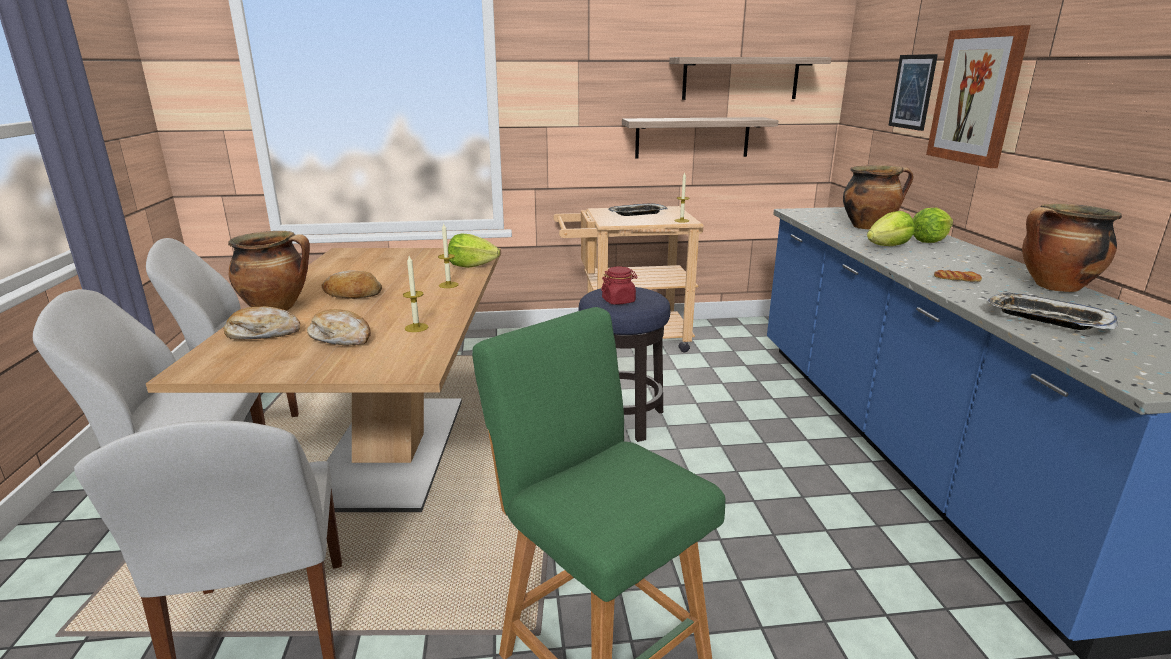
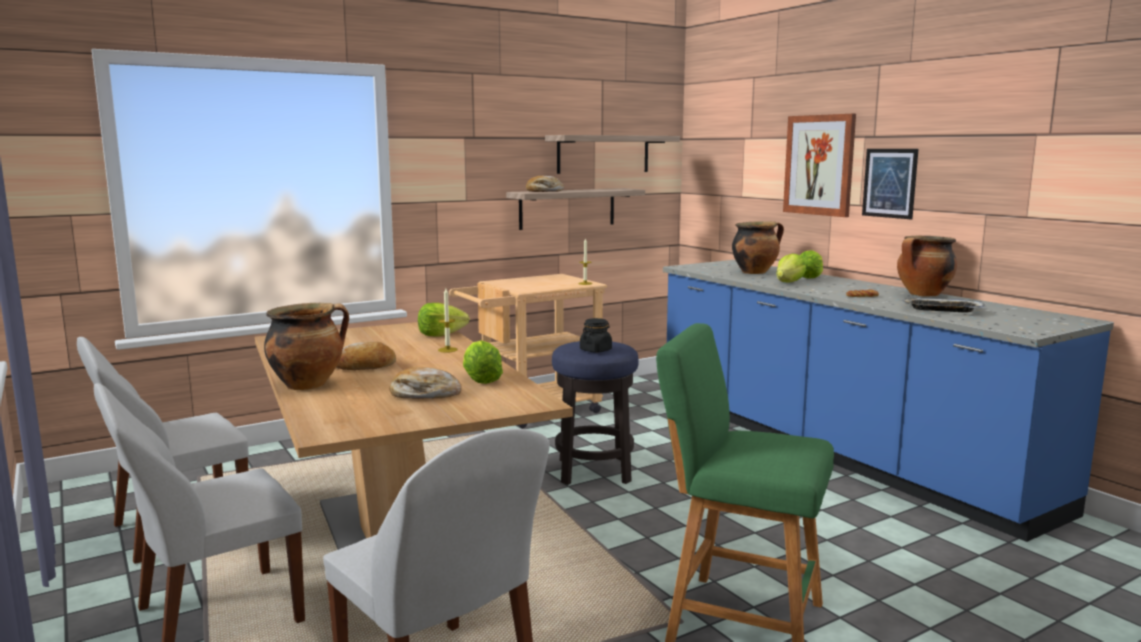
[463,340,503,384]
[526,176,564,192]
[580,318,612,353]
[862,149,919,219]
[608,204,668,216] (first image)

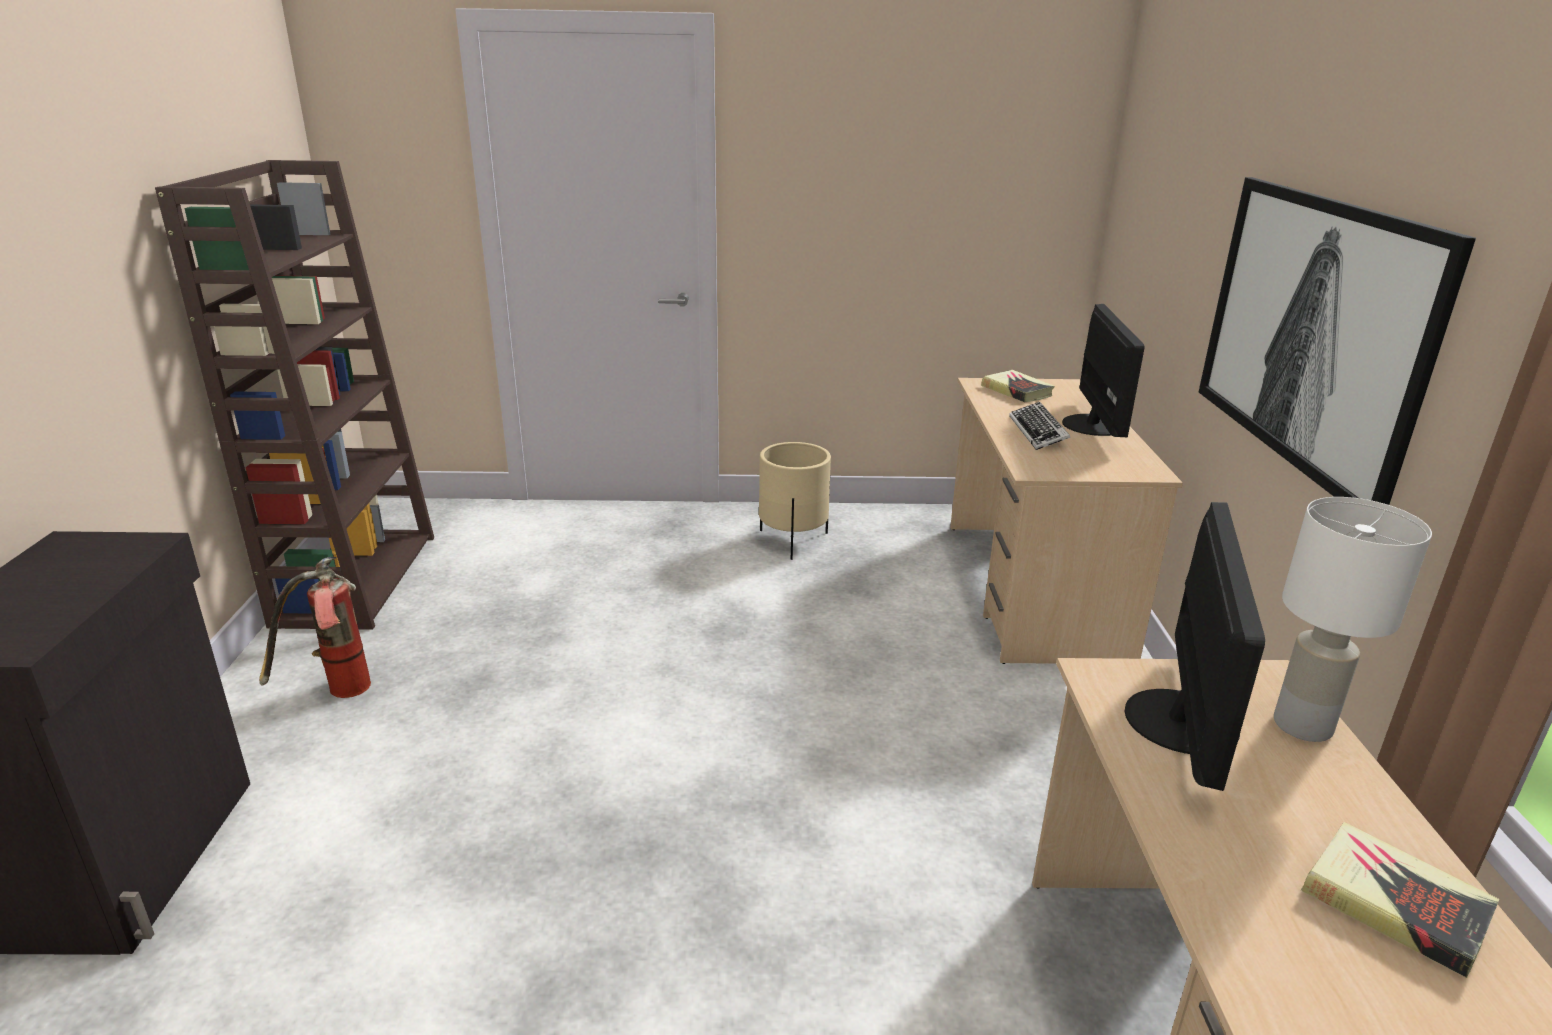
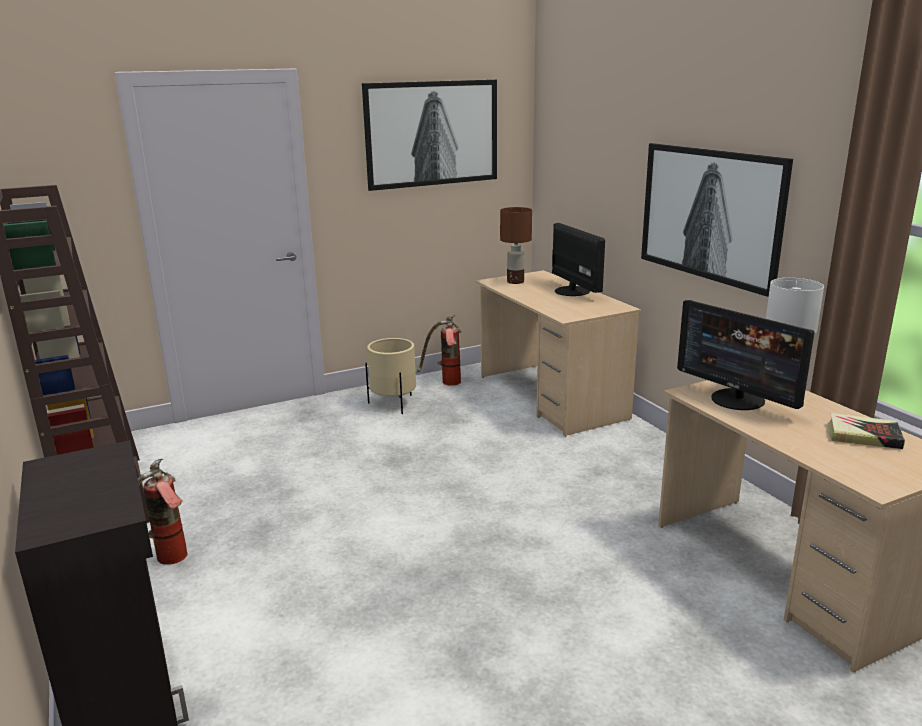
[362,80,497,191]
[417,315,462,386]
[500,207,532,284]
[677,300,814,410]
[1009,402,1071,450] (first image)

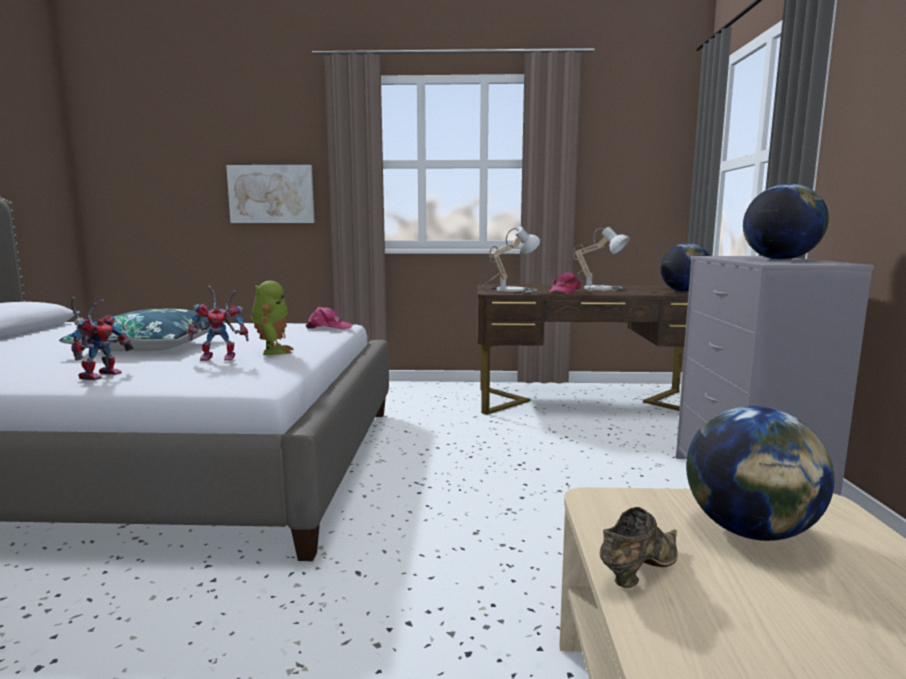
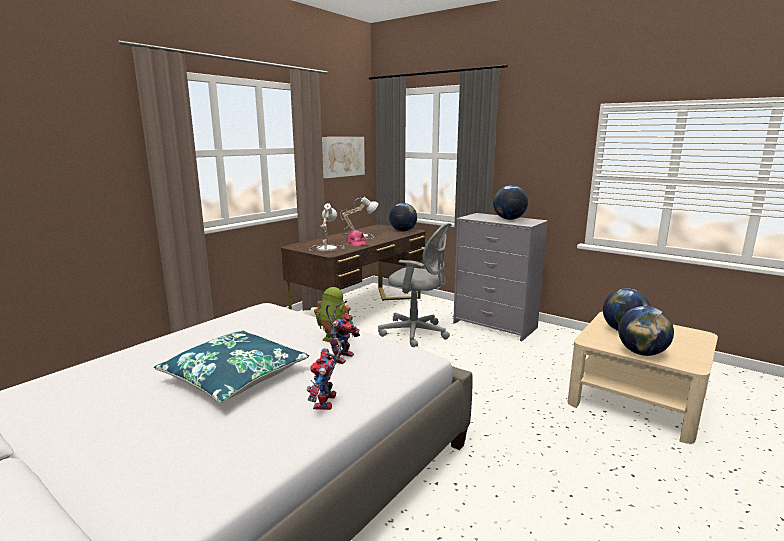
[307,338,341,410]
[322,137,365,178]
[378,223,452,347]
[618,306,674,356]
[306,307,353,330] (first image)

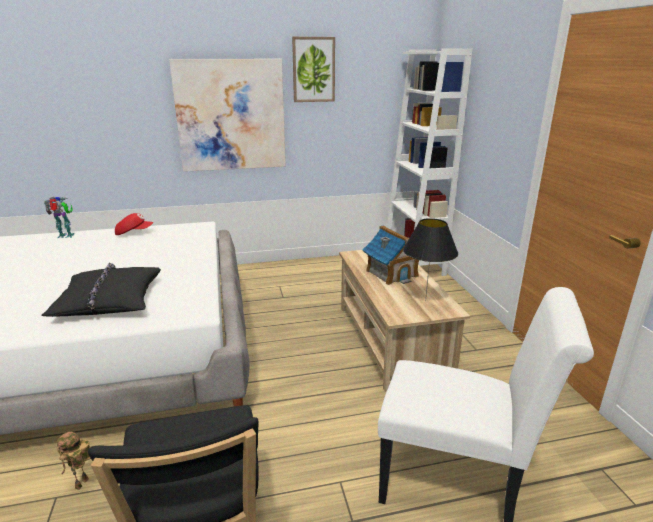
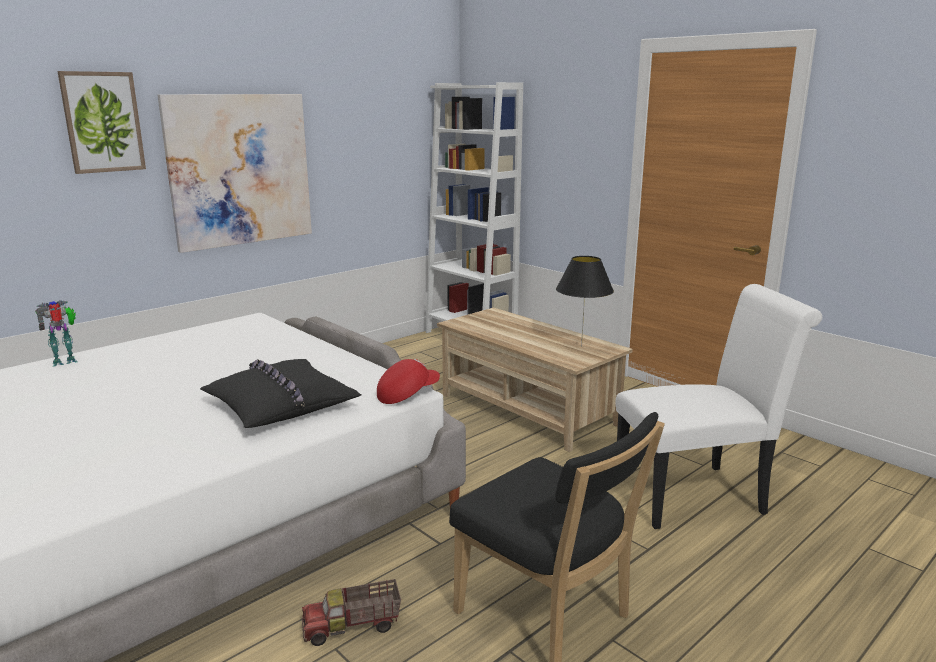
[57,71,146,174]
[302,579,401,646]
[377,359,440,404]
[362,226,419,285] (first image)

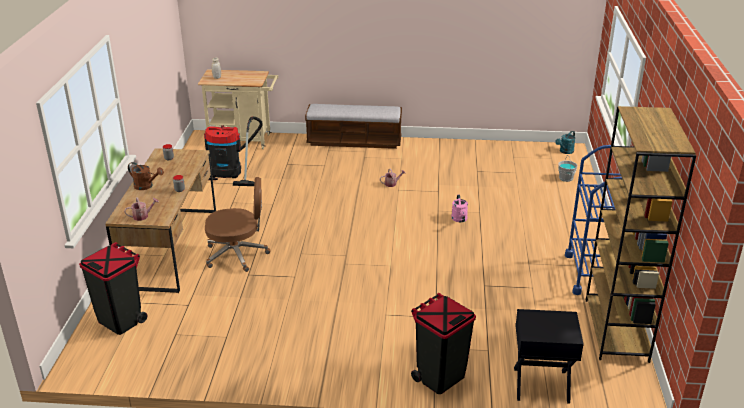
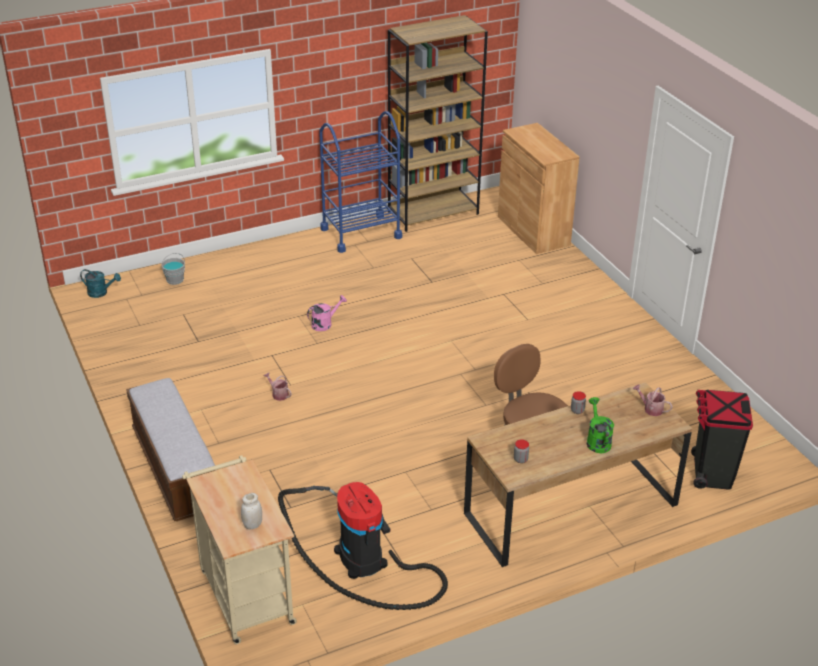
[498,123,580,254]
[587,397,614,453]
[411,293,476,394] (first image)

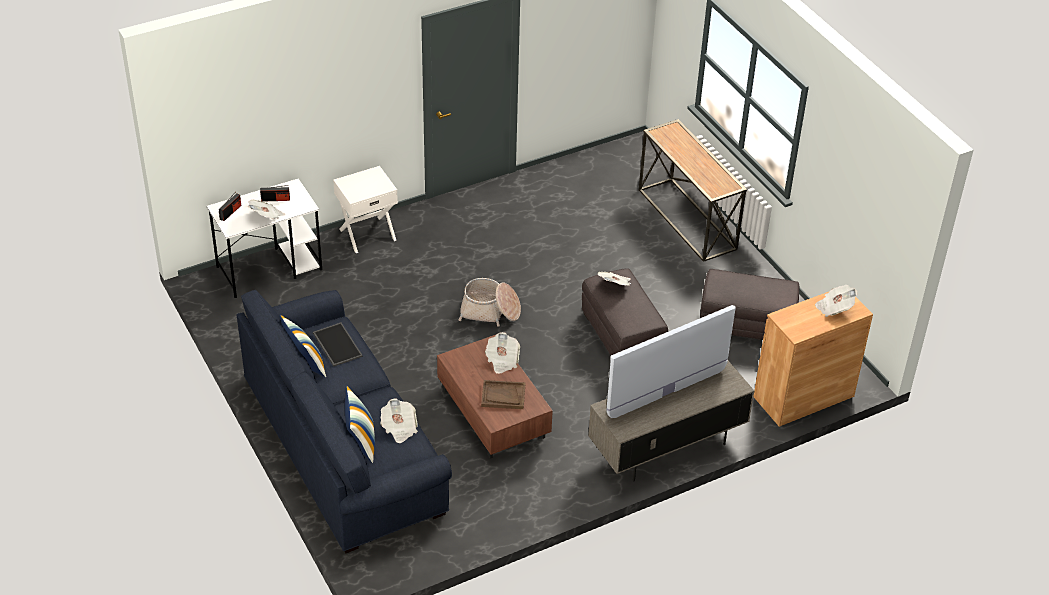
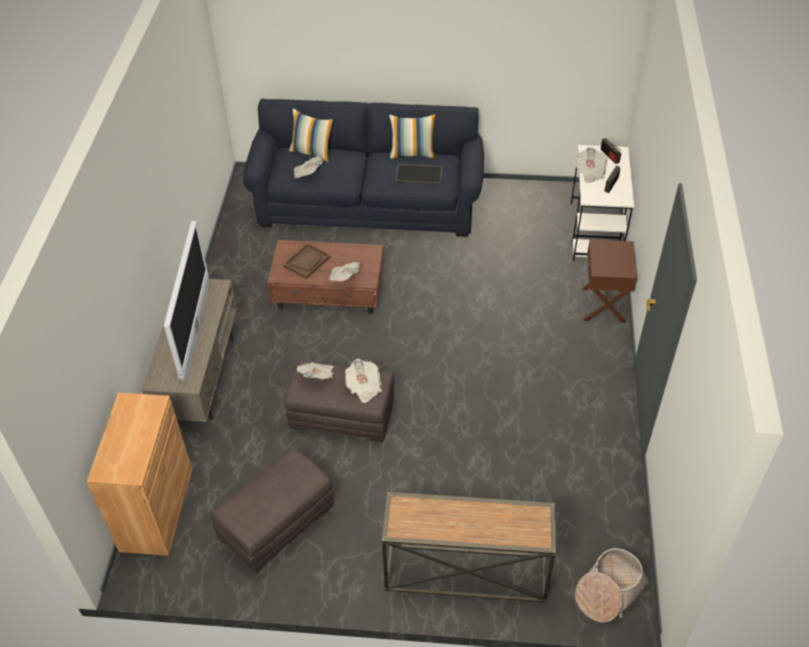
[297,362,334,379]
[575,548,650,623]
[582,239,637,323]

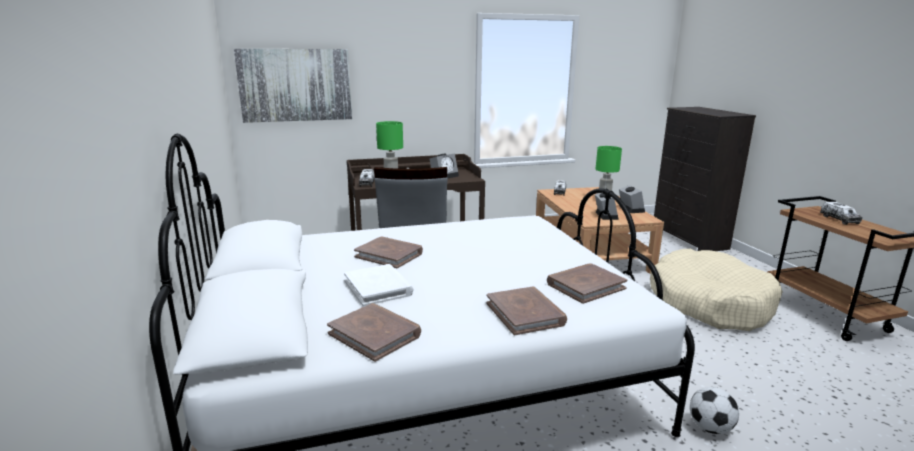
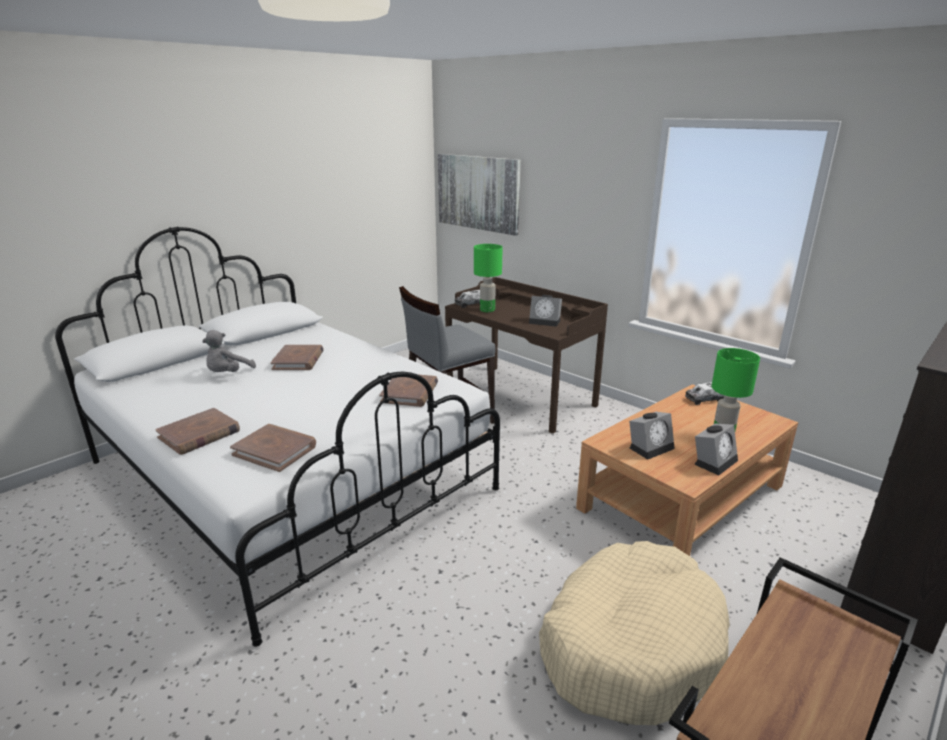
[202,330,256,372]
[379,374,438,407]
[690,387,739,434] (first image)
[820,202,862,225] (first image)

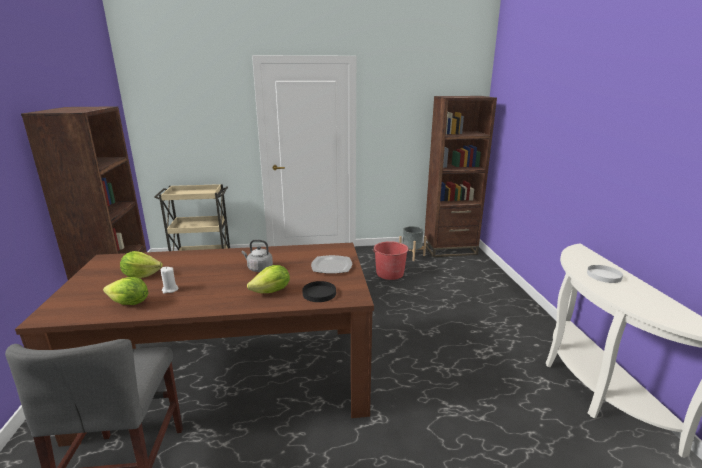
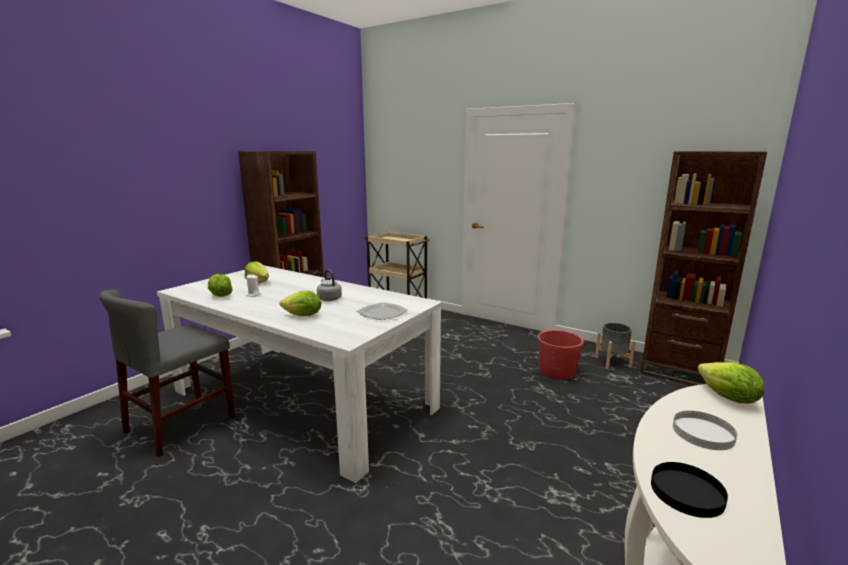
[157,265,443,483]
[651,462,728,518]
[698,362,765,403]

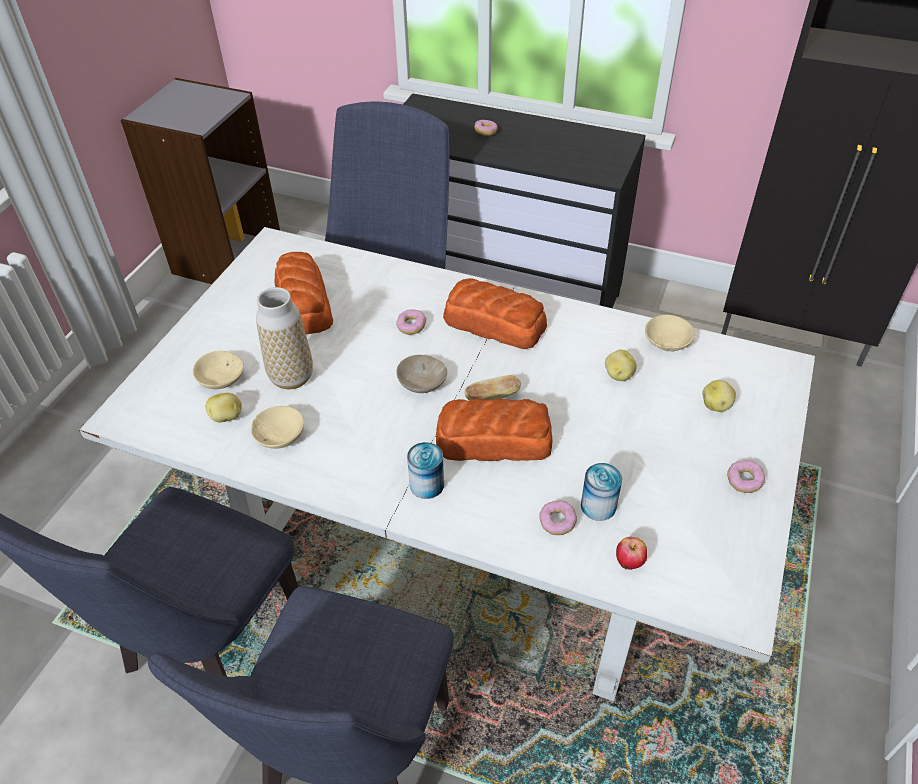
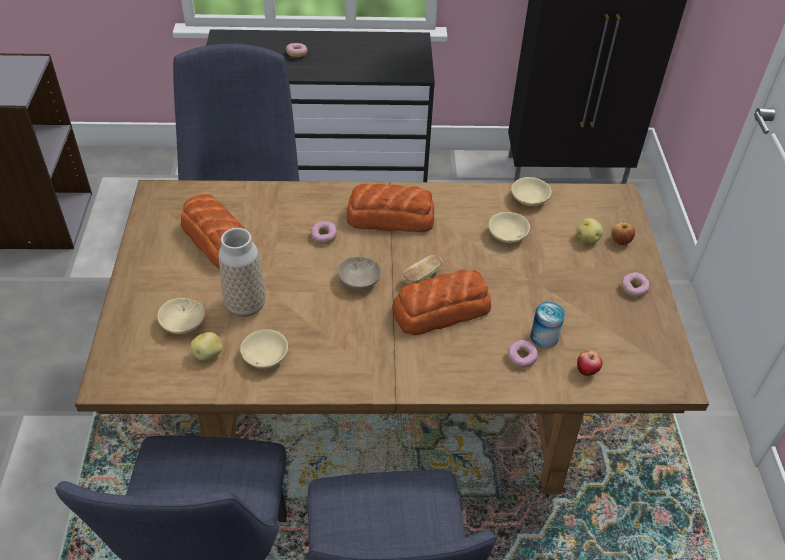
[75,180,709,494]
[488,212,530,243]
[611,223,635,245]
[407,442,444,499] (first image)

